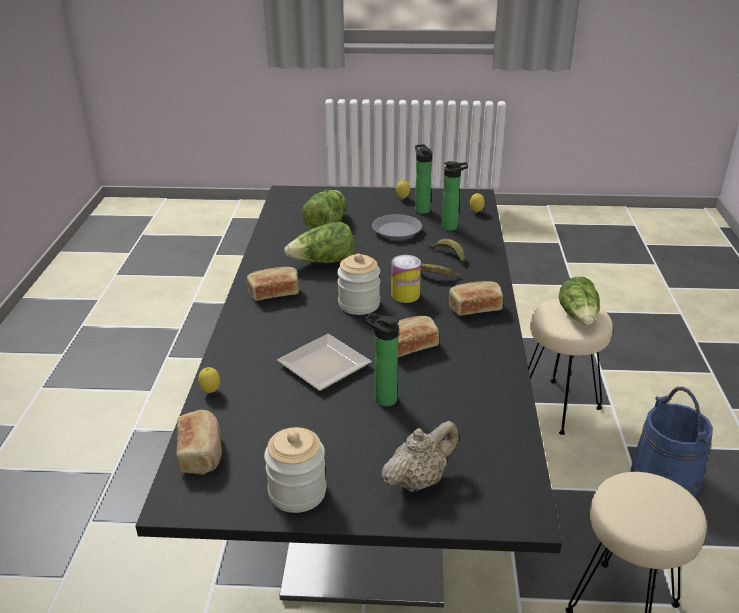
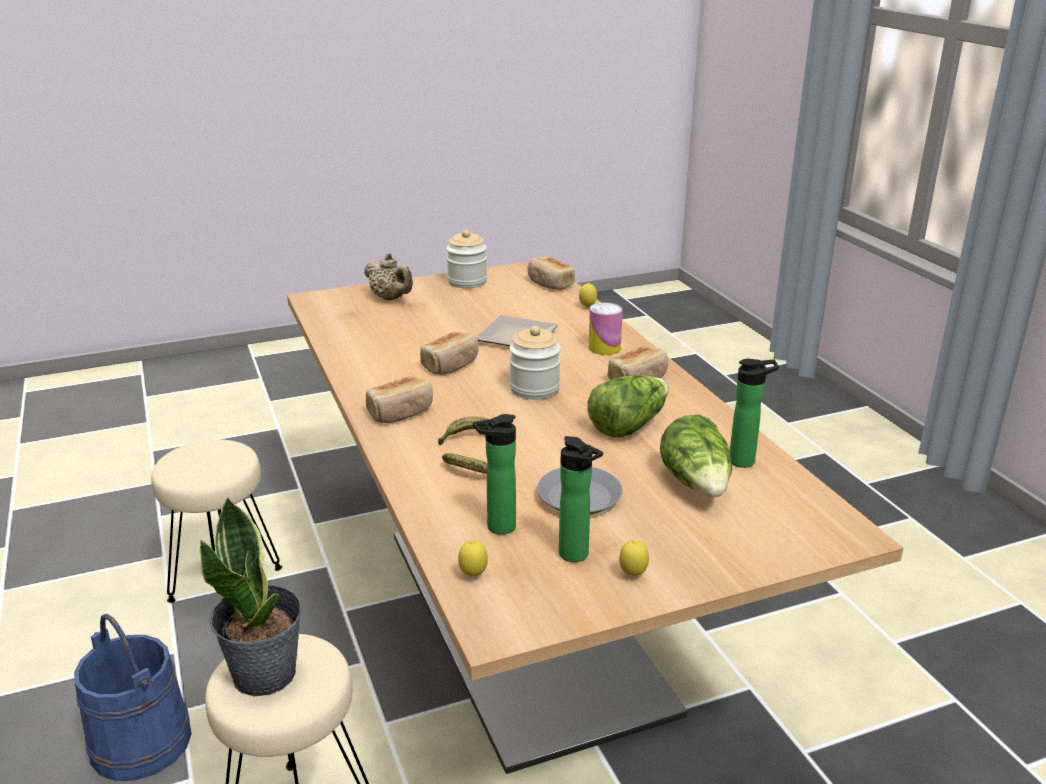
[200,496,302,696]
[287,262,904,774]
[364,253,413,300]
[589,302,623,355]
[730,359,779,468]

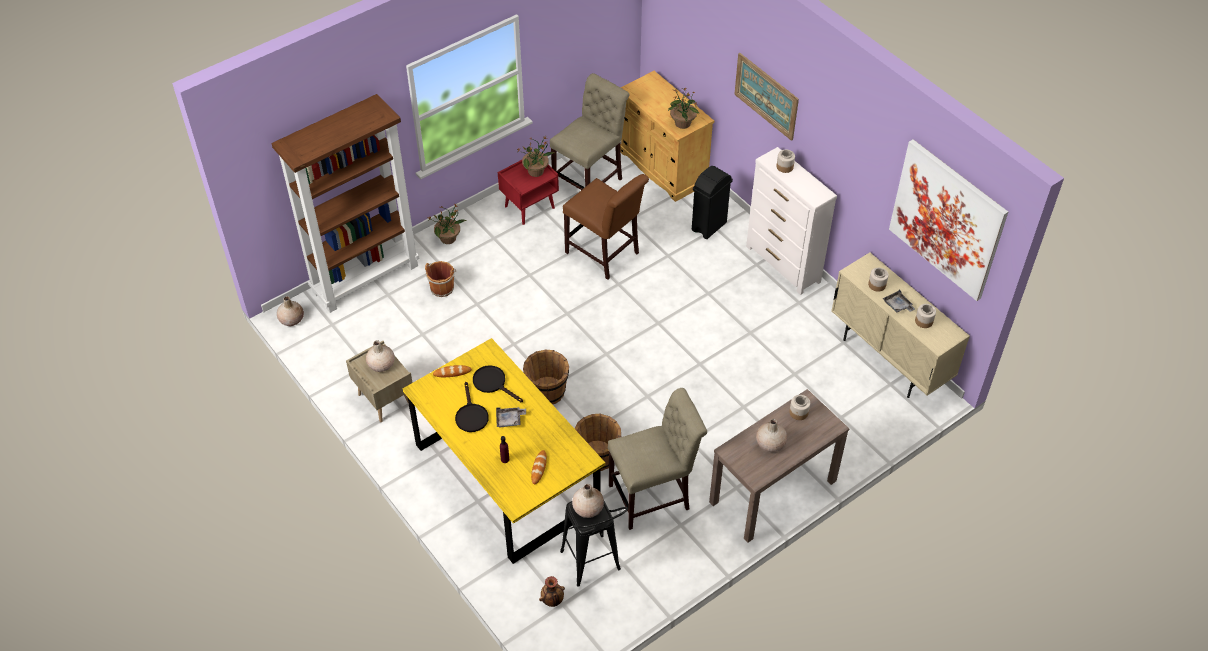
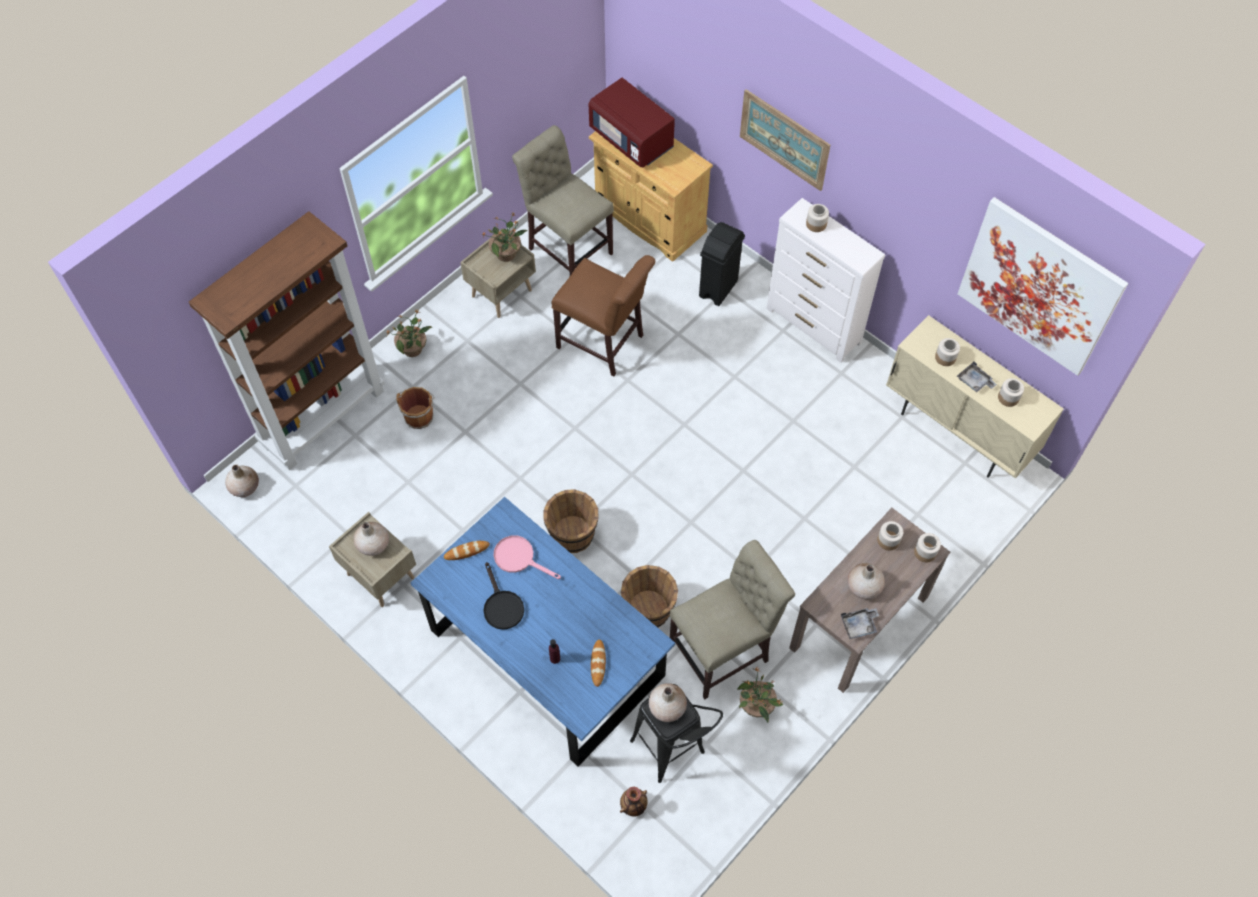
[411,497,675,767]
[460,230,536,318]
[494,535,561,579]
[512,125,614,275]
[588,78,675,167]
[737,667,784,723]
[841,608,879,639]
[914,533,941,562]

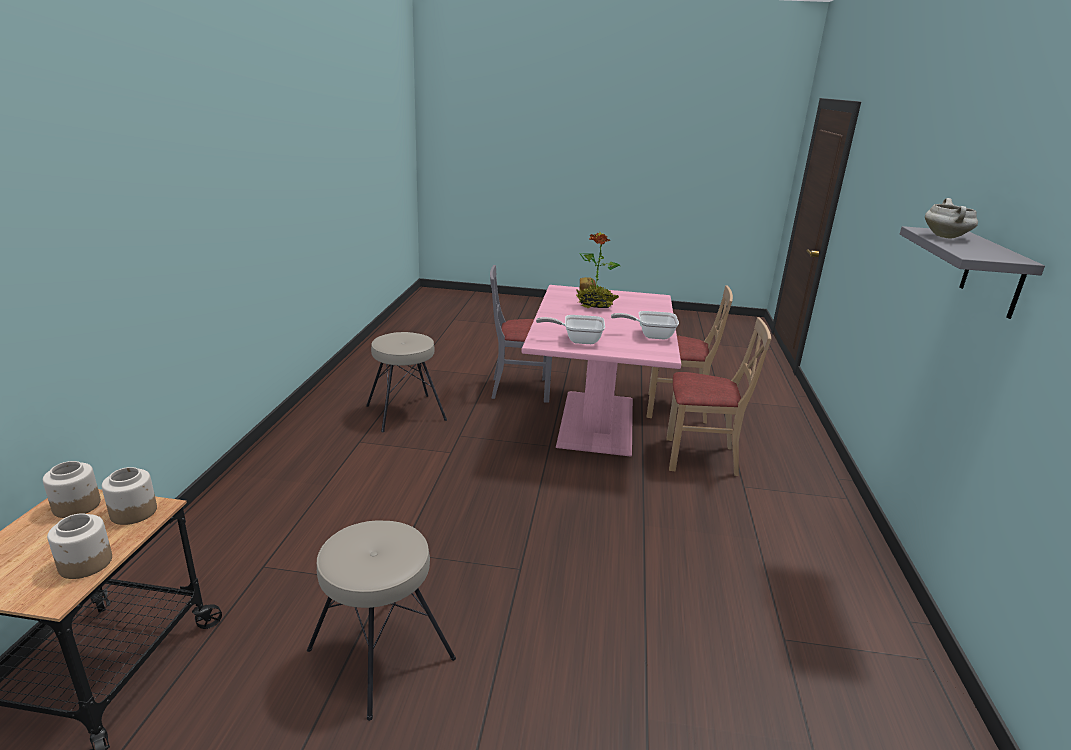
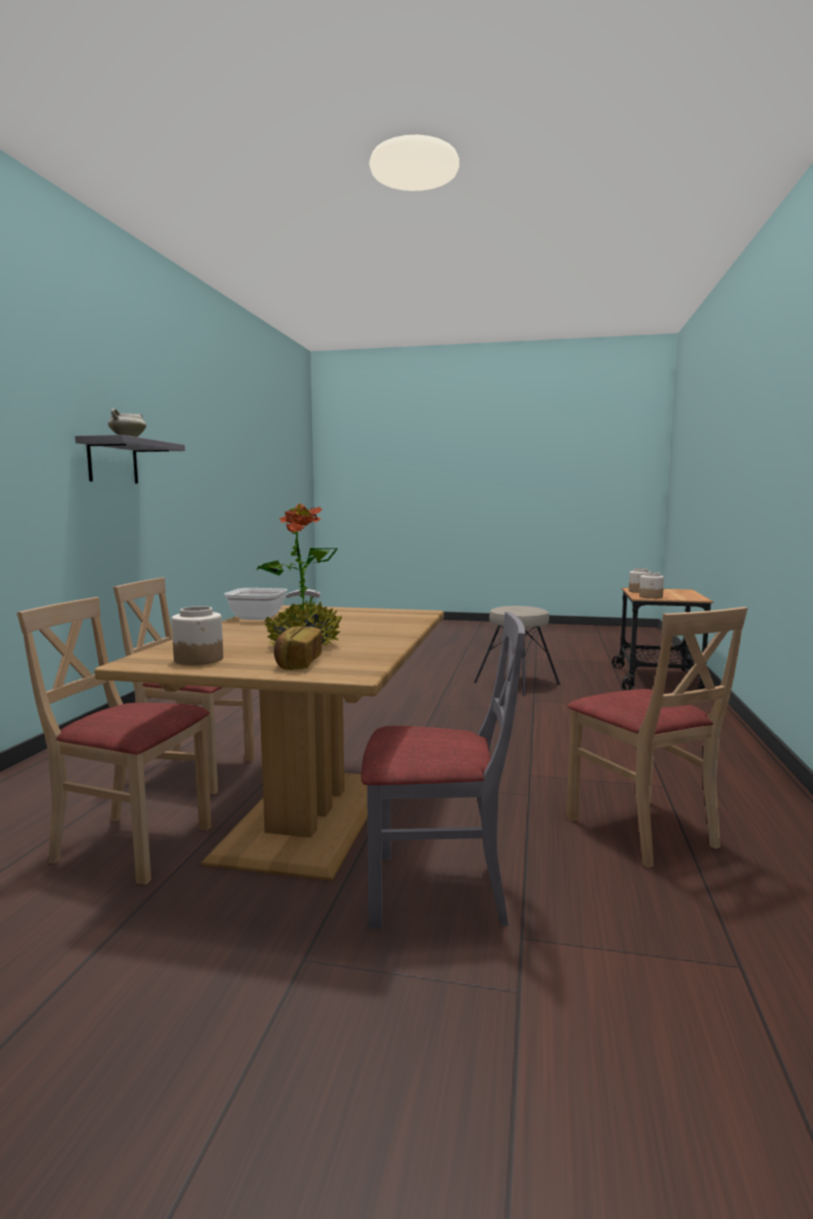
[94,605,444,881]
[171,606,223,665]
[567,607,748,868]
[536,315,605,344] (first image)

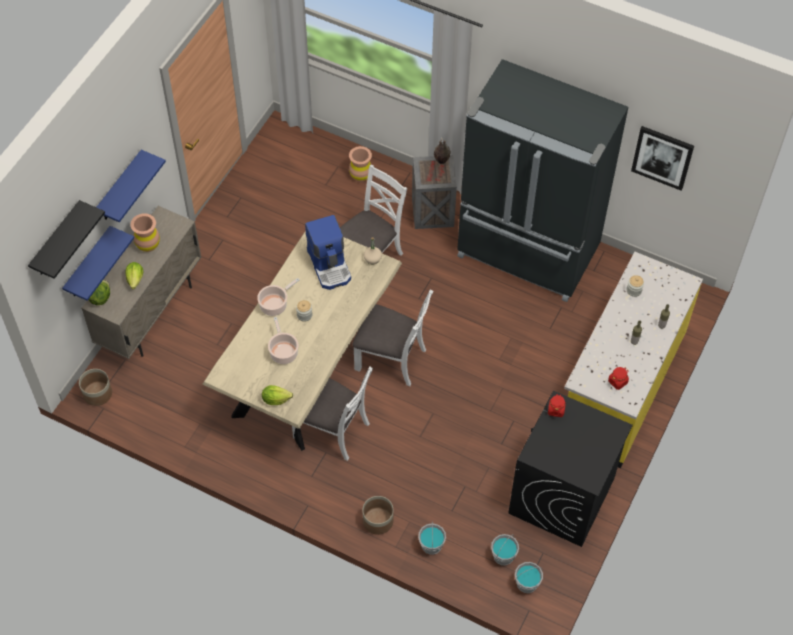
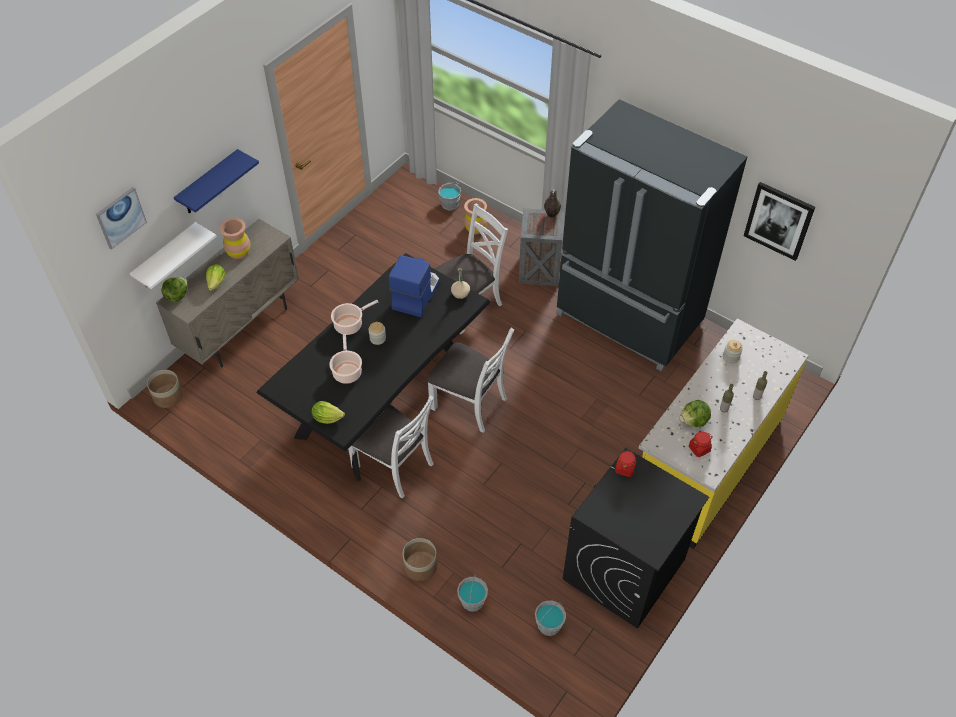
[96,187,147,250]
[130,222,217,289]
[256,253,490,482]
[389,256,440,317]
[438,182,461,211]
[679,400,711,427]

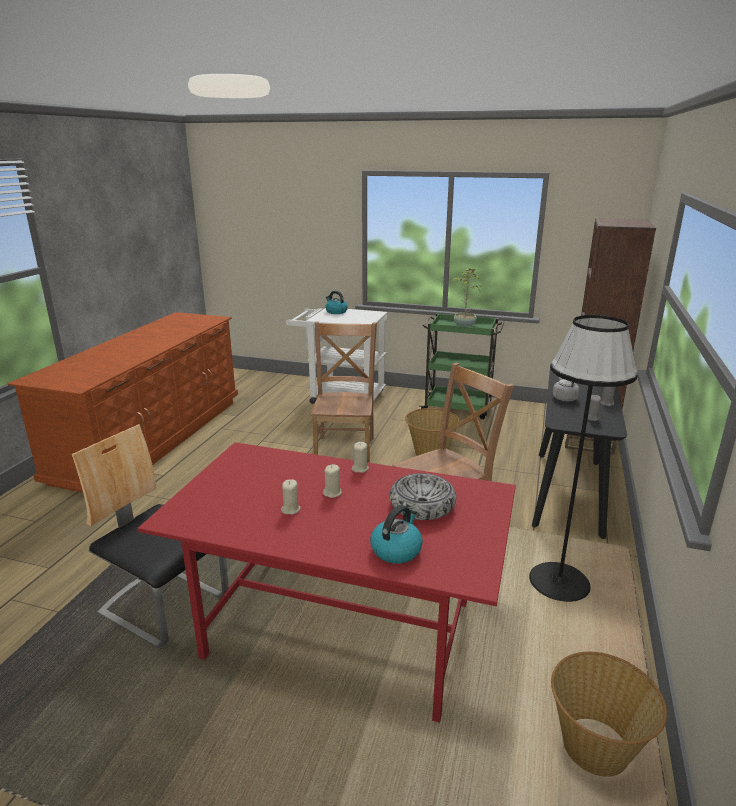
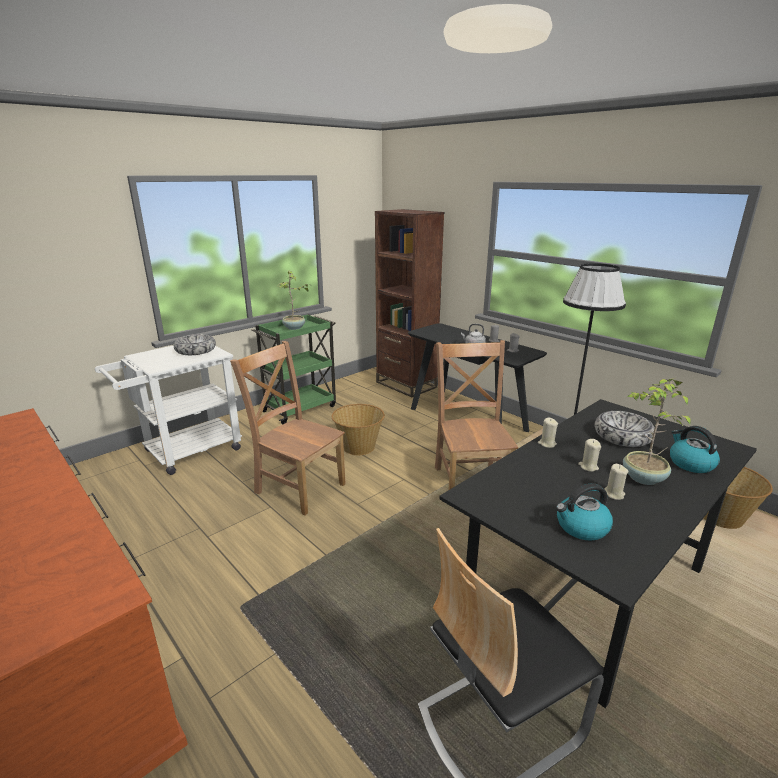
[174,334,216,355]
[439,399,757,708]
[556,483,613,541]
[623,378,691,485]

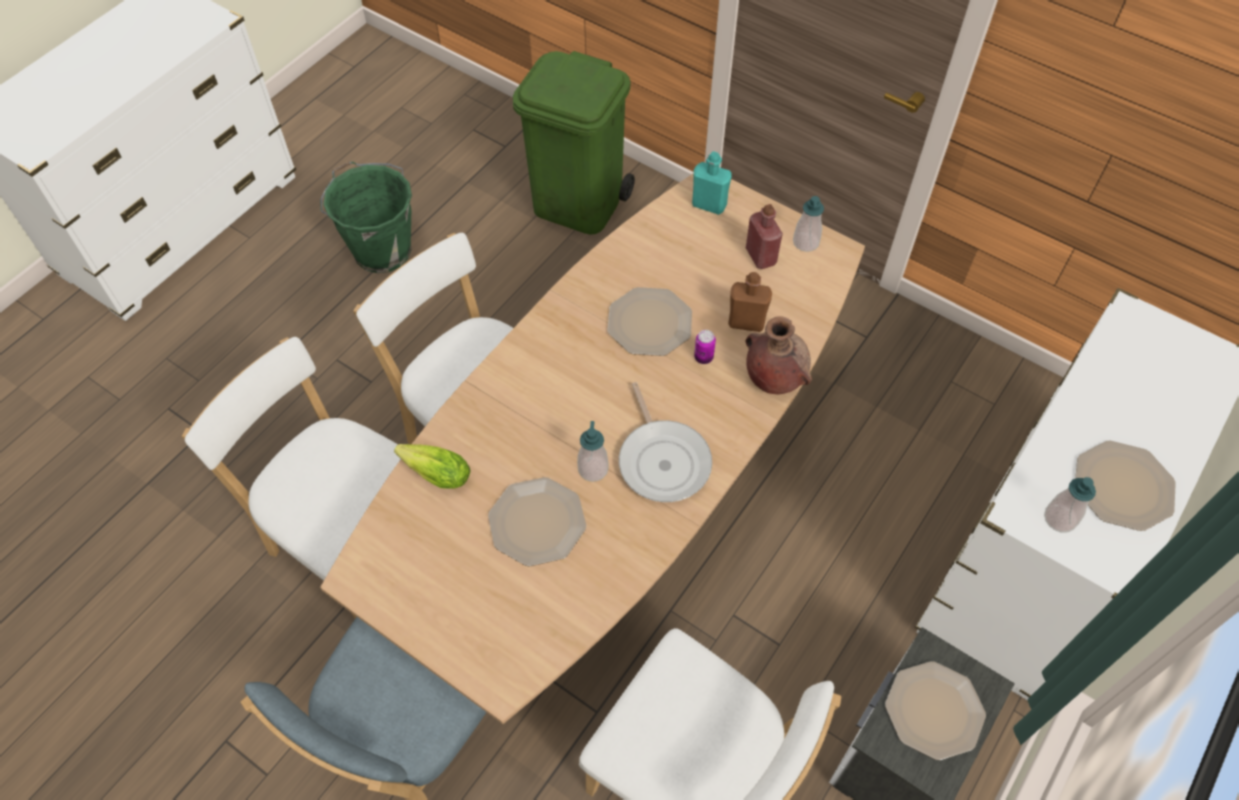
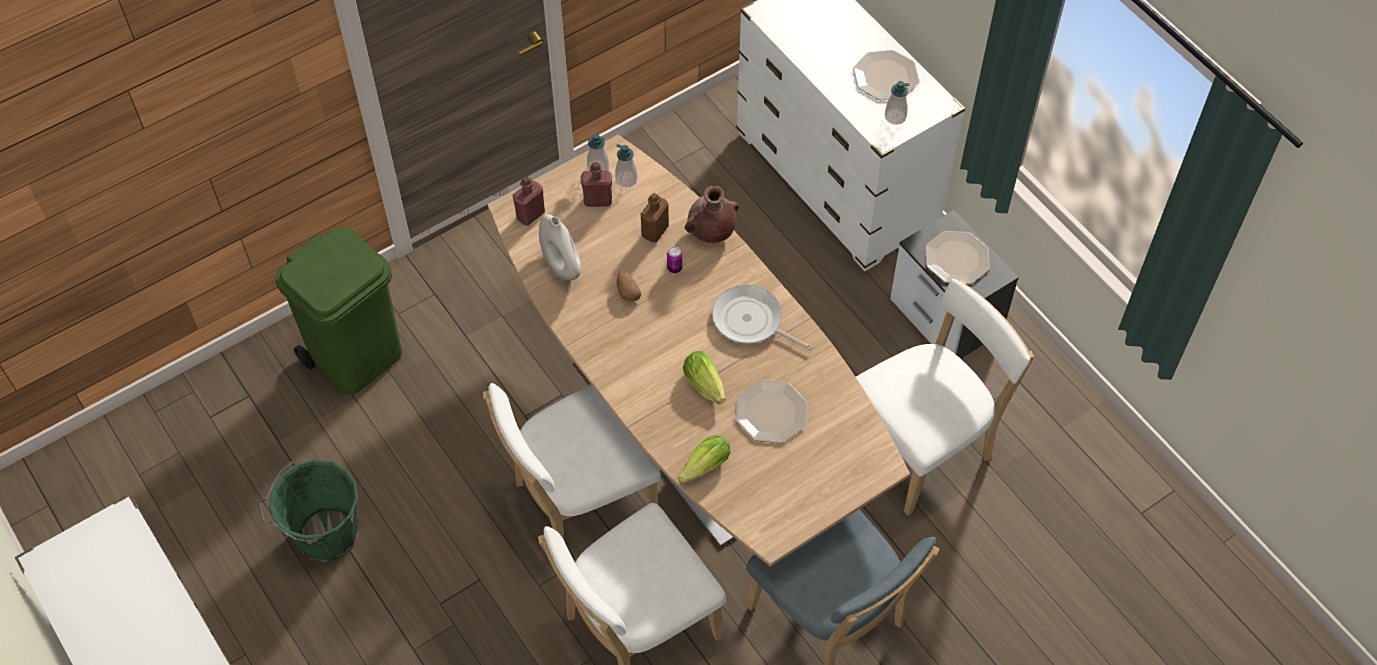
[513,176,545,226]
[539,215,581,281]
[615,144,637,188]
[616,271,641,301]
[683,351,726,404]
[712,284,812,350]

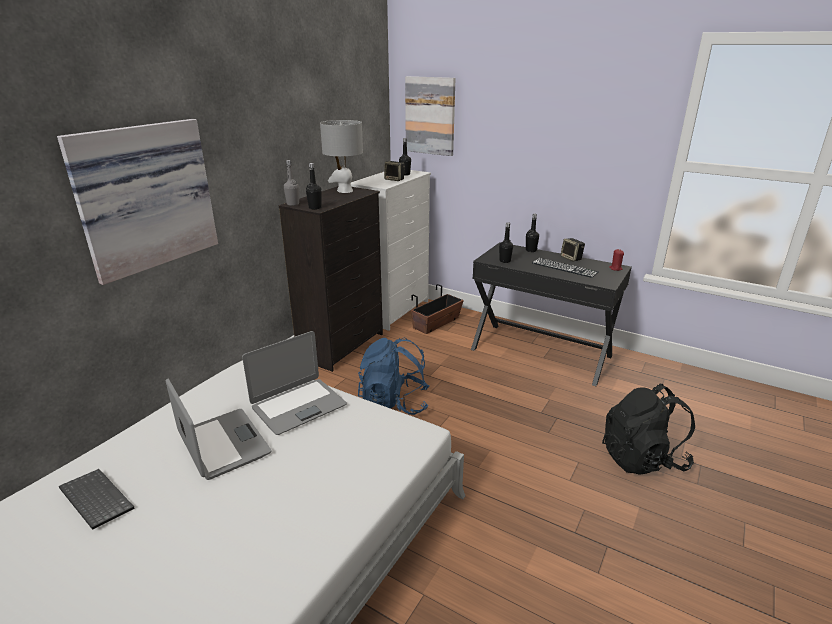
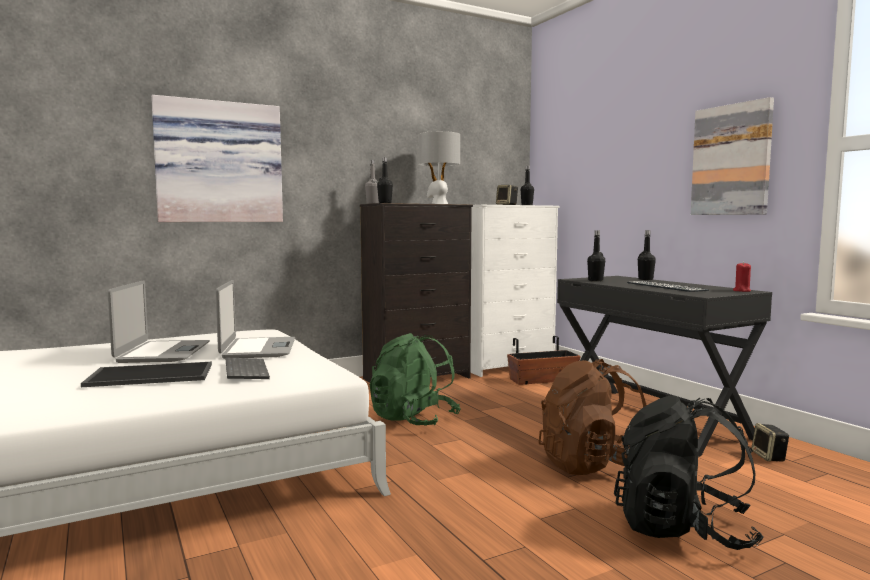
[81,362,212,387]
[216,280,295,359]
[226,358,270,379]
[370,333,461,426]
[538,359,647,475]
[691,97,774,215]
[751,423,789,462]

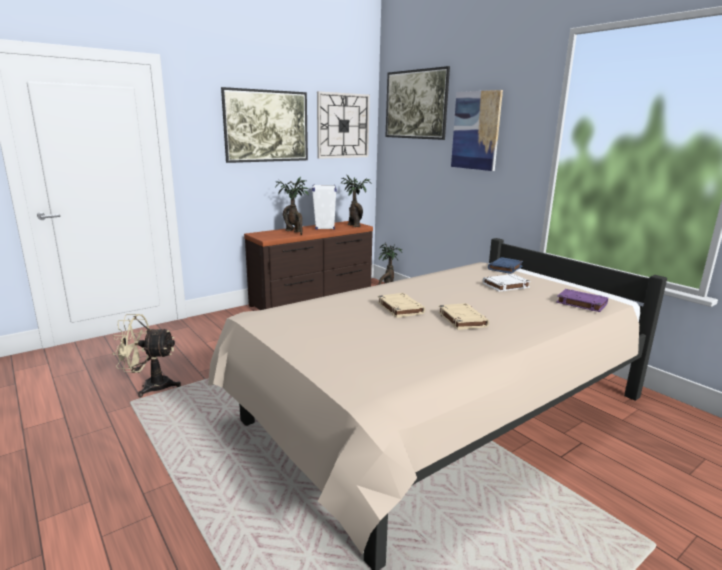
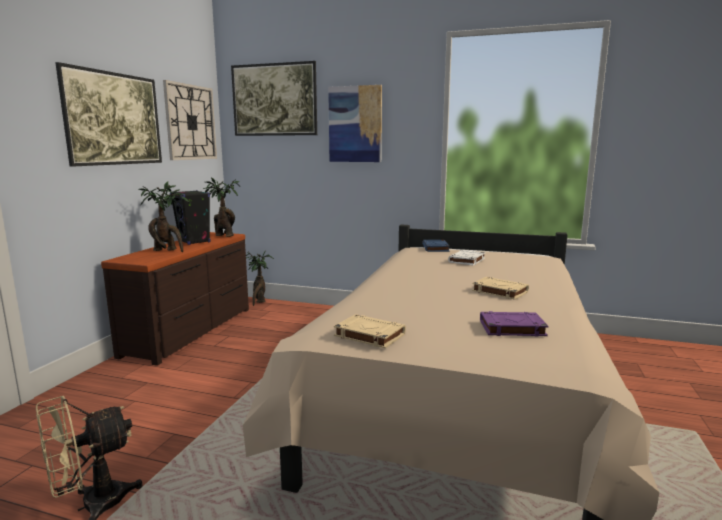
[170,190,211,245]
[334,314,406,348]
[480,311,549,337]

